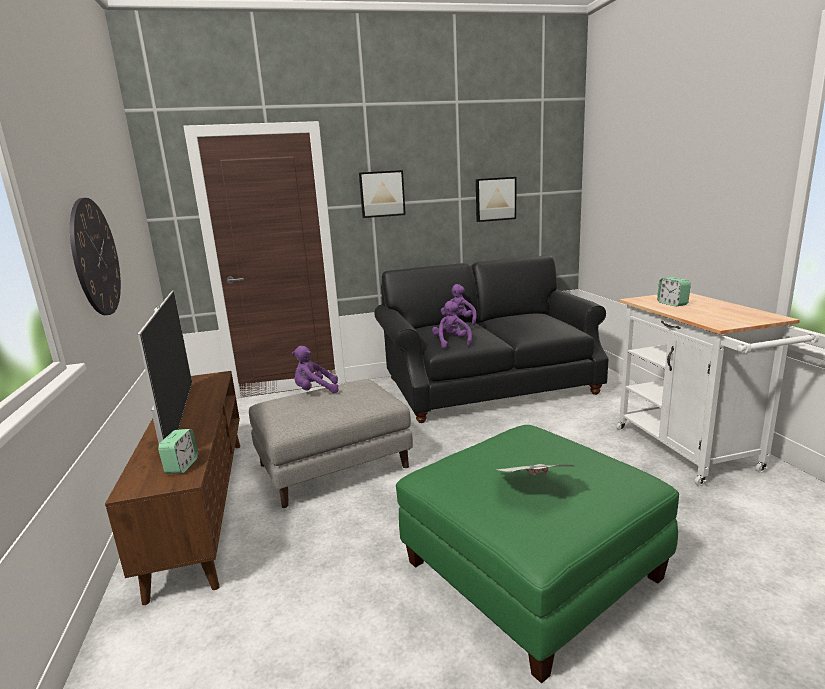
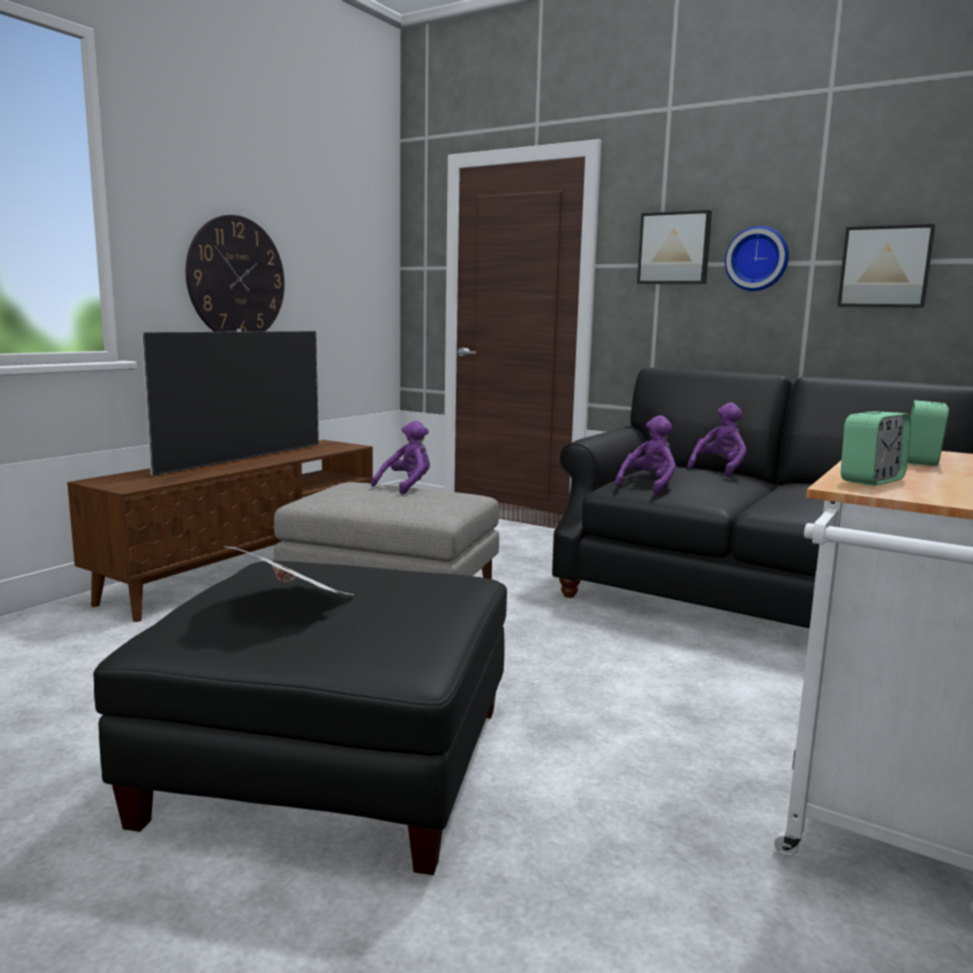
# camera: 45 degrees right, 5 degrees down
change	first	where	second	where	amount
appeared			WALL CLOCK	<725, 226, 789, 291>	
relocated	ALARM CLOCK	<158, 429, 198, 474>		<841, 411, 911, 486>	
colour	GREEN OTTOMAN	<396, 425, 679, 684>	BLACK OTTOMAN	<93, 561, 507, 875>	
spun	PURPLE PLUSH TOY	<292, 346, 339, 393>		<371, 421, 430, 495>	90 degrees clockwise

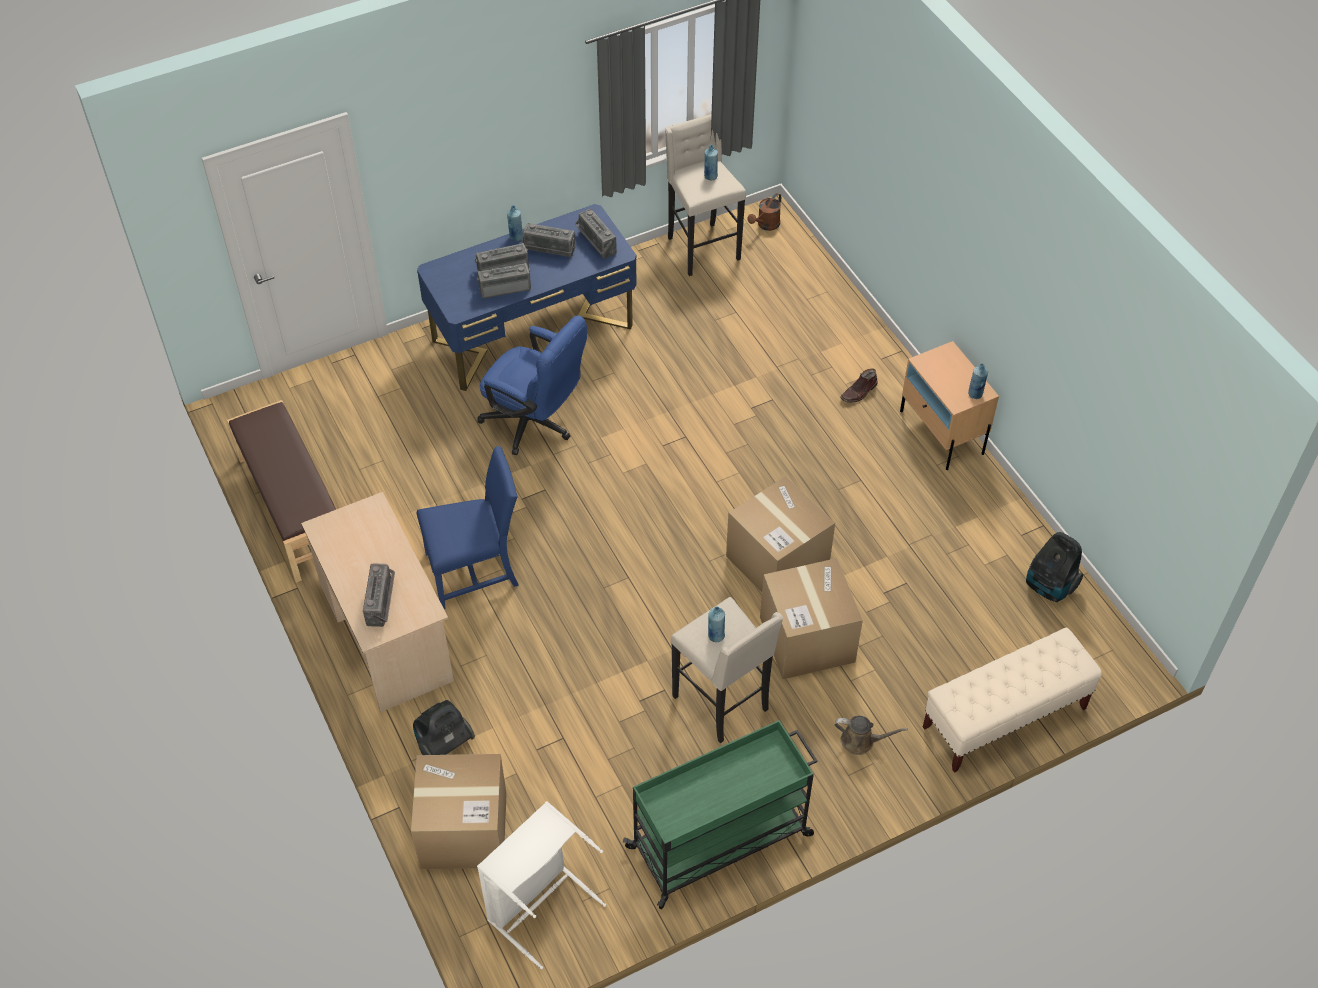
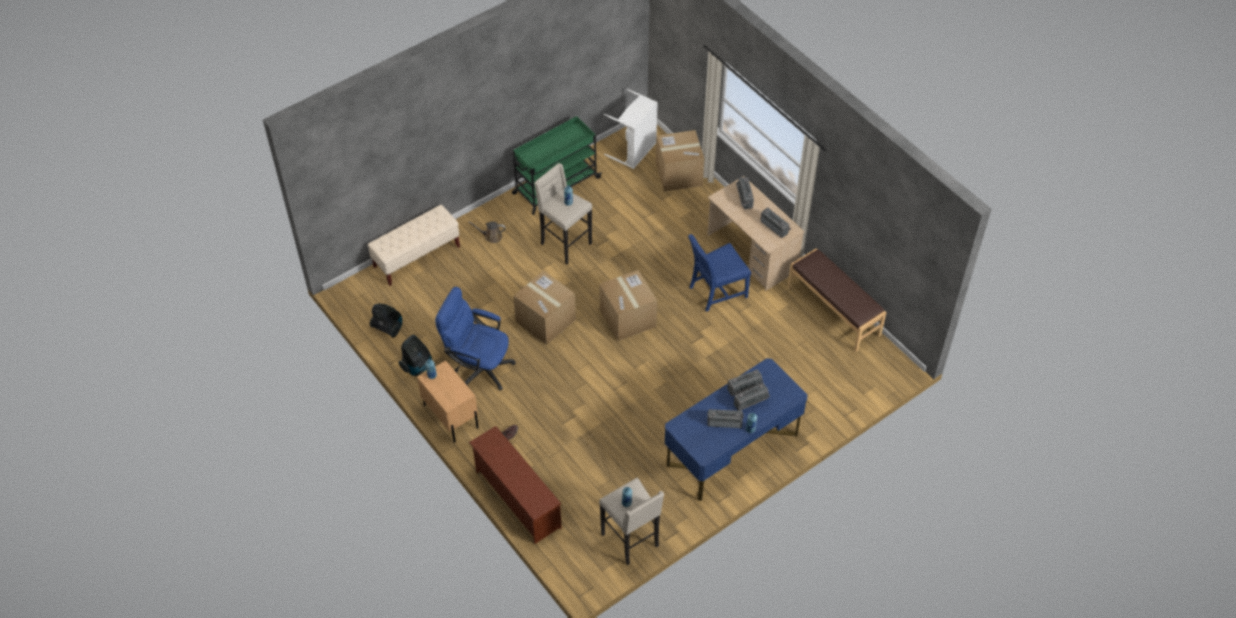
# camera: 170 degrees right, 0 degrees up
change	first	where	second	where	amount
missing	BROWN WATERING CAN	<748, 193, 781, 231>			
appeared			BROWN SHOE RACK	<469, 426, 562, 544>	
relocated	VACUUM CLEANER	<413, 700, 475, 755>		<398, 335, 432, 376>	
relocated	BLUE OFFICE CHAIR	<477, 315, 587, 455>		<435, 287, 516, 390>	
relocated	RADIO	<575, 209, 617, 259>		<760, 208, 791, 238>	
relocated	CARDBOARD BOX	<760, 558, 863, 679>		<599, 270, 657, 341>	

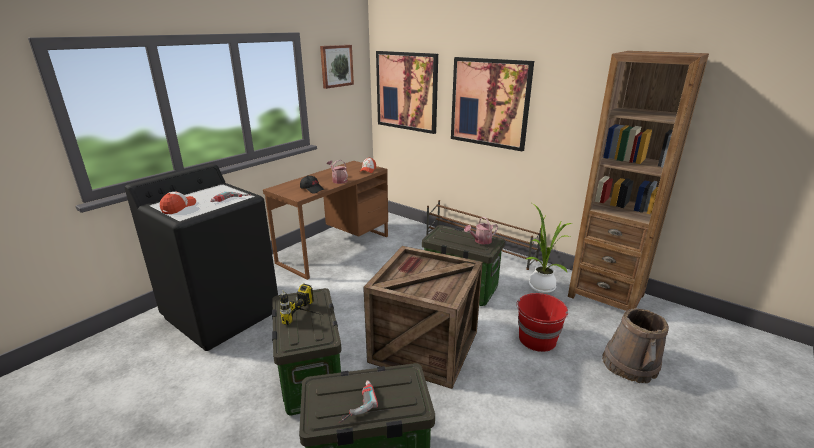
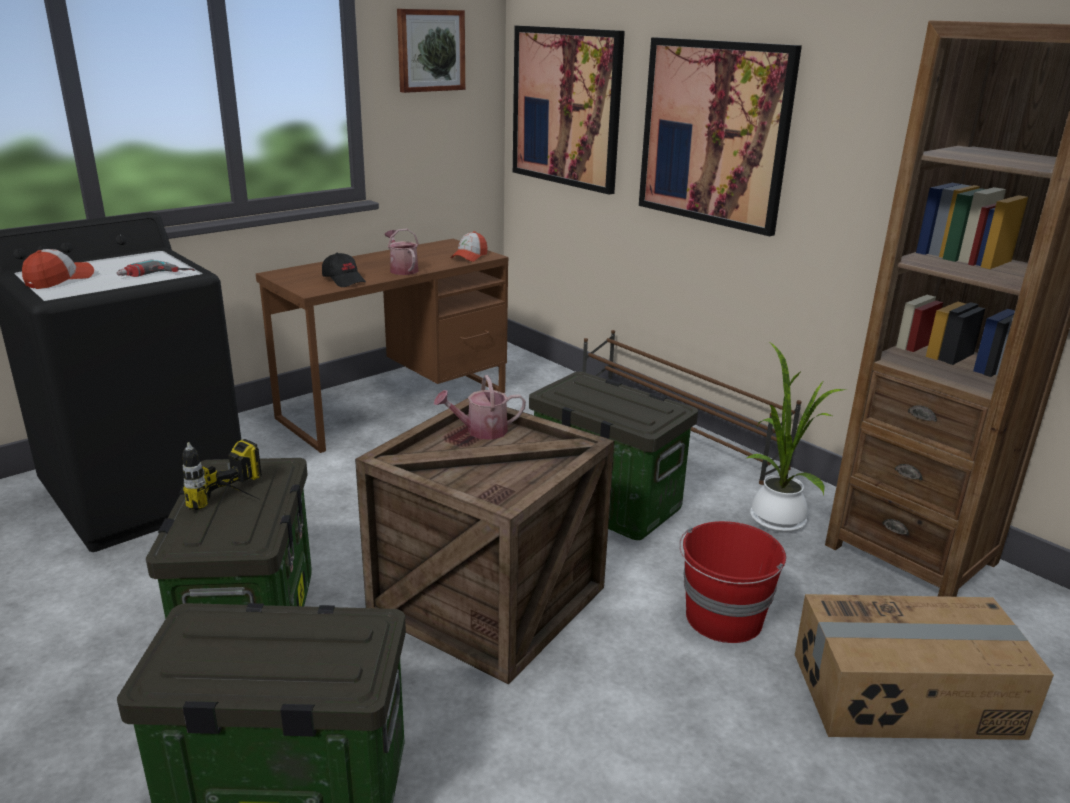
# camera: 10 degrees right, 0 degrees up
change	first	where	second	where	amount
missing	POWER DRILL	<339, 380, 378, 423>			
relocated	WATERING CAN	<464, 217, 498, 245>		<434, 375, 526, 440>	
exchanged	BROWN BUCKET	<602, 308, 669, 383>	CARDBOARD BOX	<795, 594, 1054, 740>	

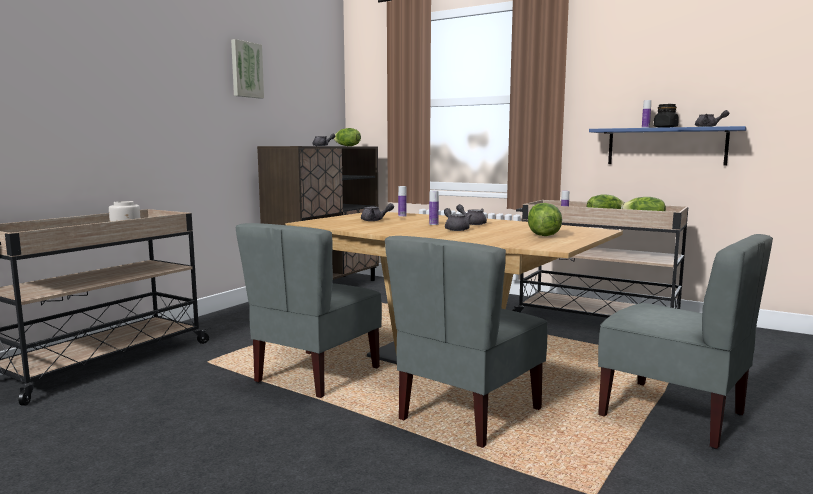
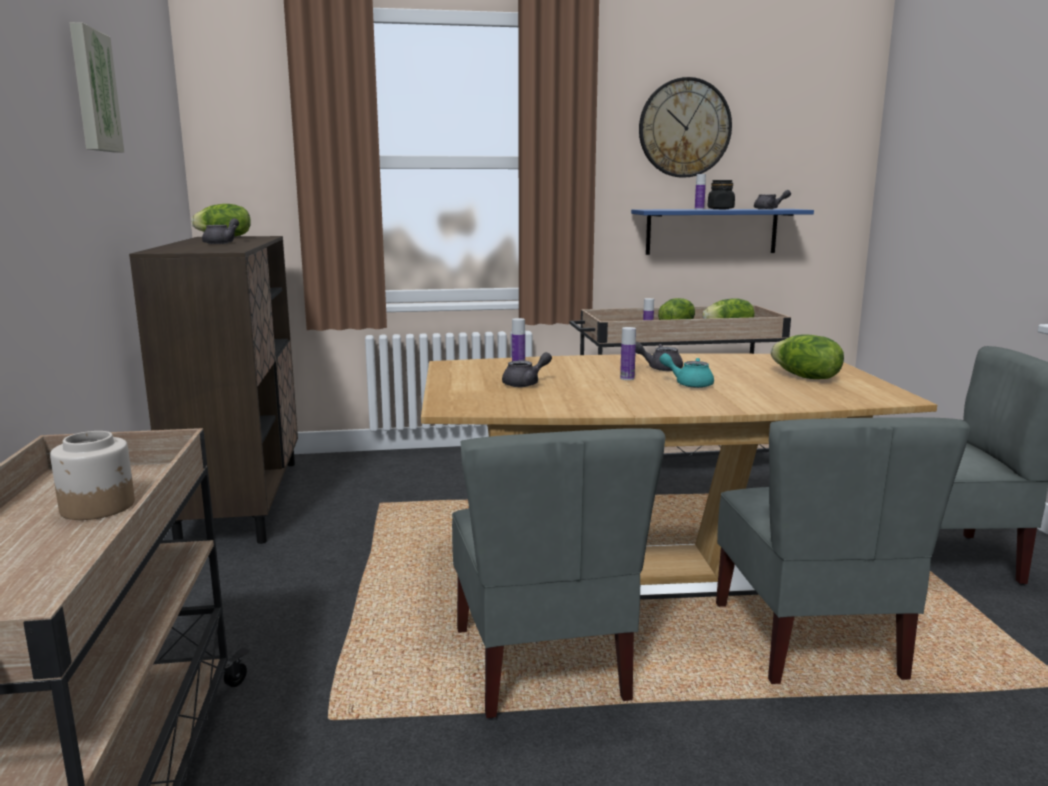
# camera: 40 degrees left, 5 degrees up
change	first	where	second	where	amount
appeared			WALL CLOCK	<639, 77, 732, 178>	
colour	GREY TEAPOT	<444, 208, 471, 231>	TURQUOISE TEAPOT	<659, 353, 714, 388>	

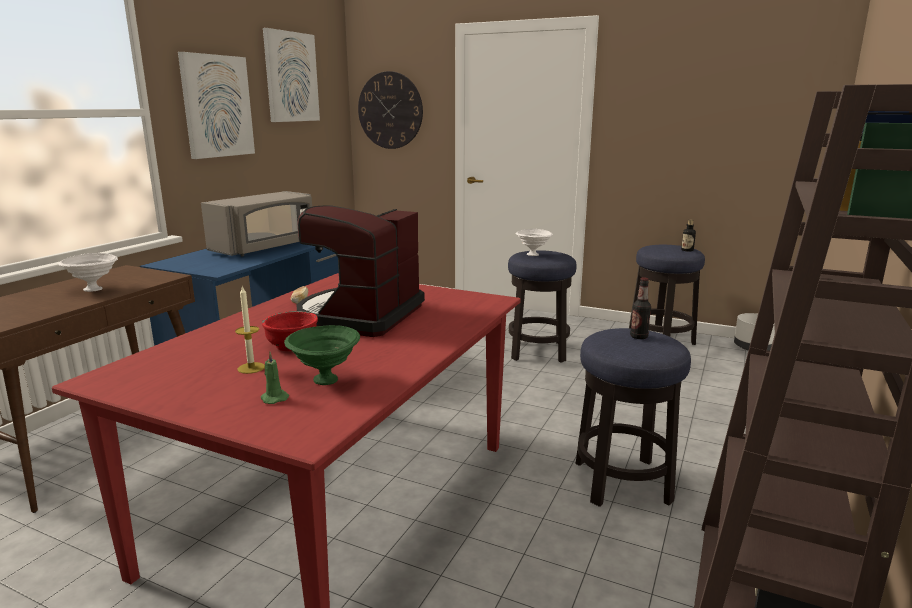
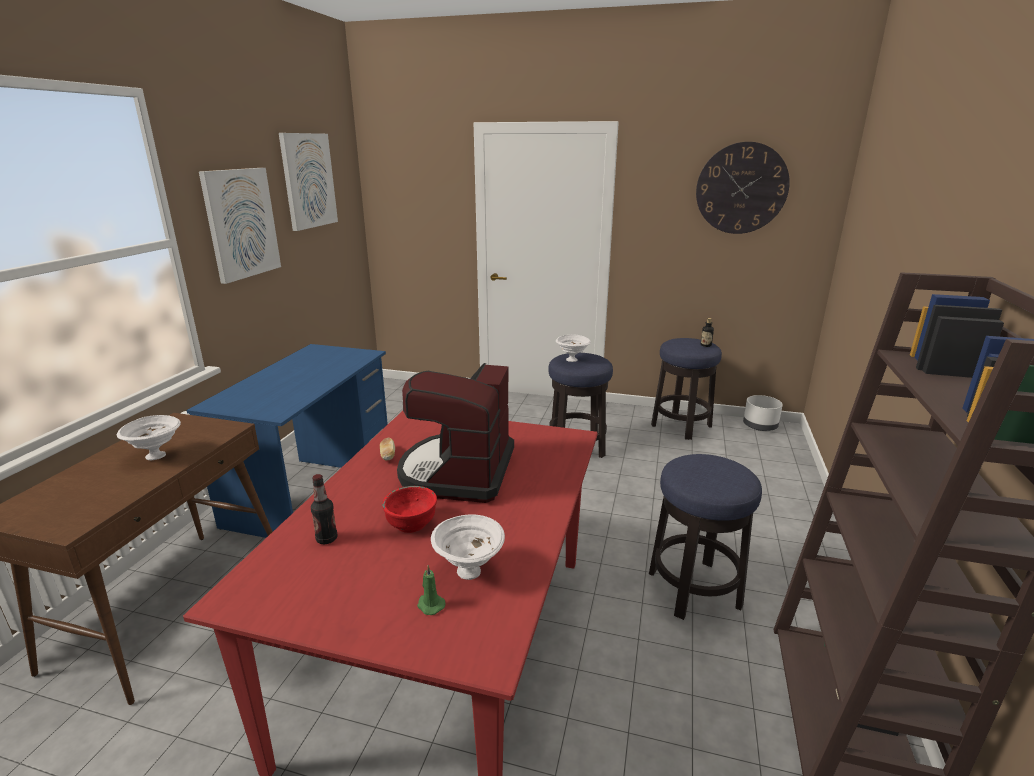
# camera: 10 degrees left, 5 degrees up
change	first	where	second	where	amount
missing	GREY MICROWAVE	<201, 191, 312, 256>			
missing	CANDLE	<235, 286, 265, 374>			
relocated	WALL CLOCK	<358, 71, 423, 149>		<696, 142, 790, 234>	
relocated	BOTTLE	<630, 277, 651, 339>		<311, 474, 338, 544>	
colour	GREEN BOWL	<284, 325, 360, 385>	WHITE BOWL	<431, 514, 505, 580>	

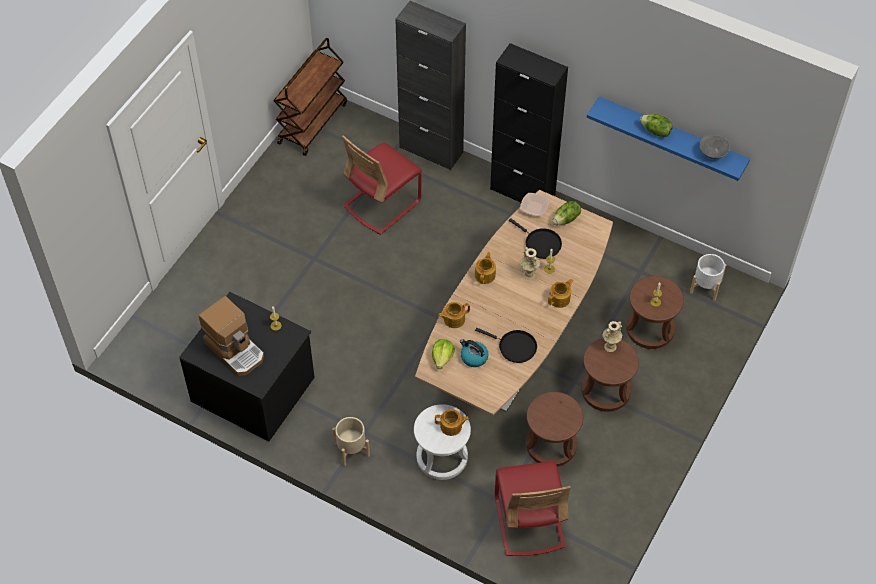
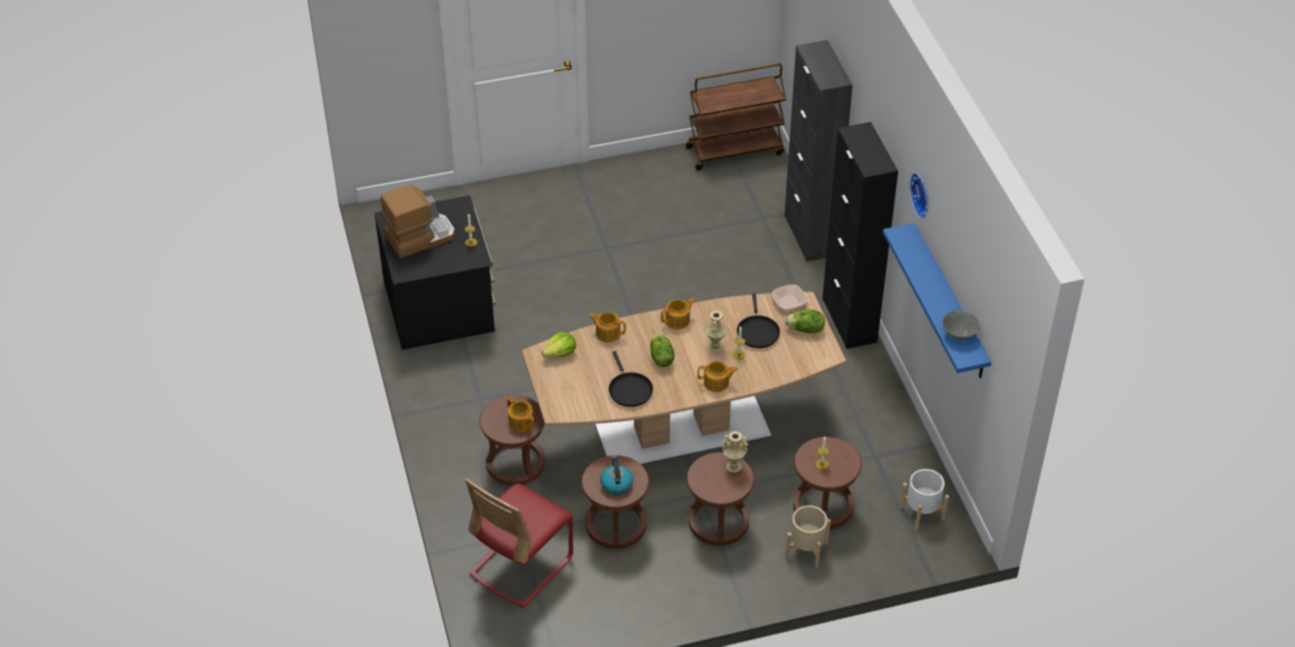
# camera: 45 degrees right, 10 degrees down
change	first	where	second	where	amount
missing	RED CHAIR	<342, 135, 422, 234>			
appeared			WALL CLOCK	<910, 173, 928, 219>	
relocated	BEIGE PLANTER	<332, 417, 370, 466>		<786, 505, 831, 567>	
relocated	KETTLE	<460, 339, 488, 367>		<600, 456, 633, 495>	
relocated	LETTUCE	<640, 114, 672, 137>		<650, 333, 675, 367>	
colour	WHITE STOOL	<414, 404, 471, 480>	BROWN STOOL	<480, 395, 545, 486>	
spun	COFFEE MACHINE	<199, 296, 264, 376>		<381, 184, 455, 258>	120 degrees counterclockwise

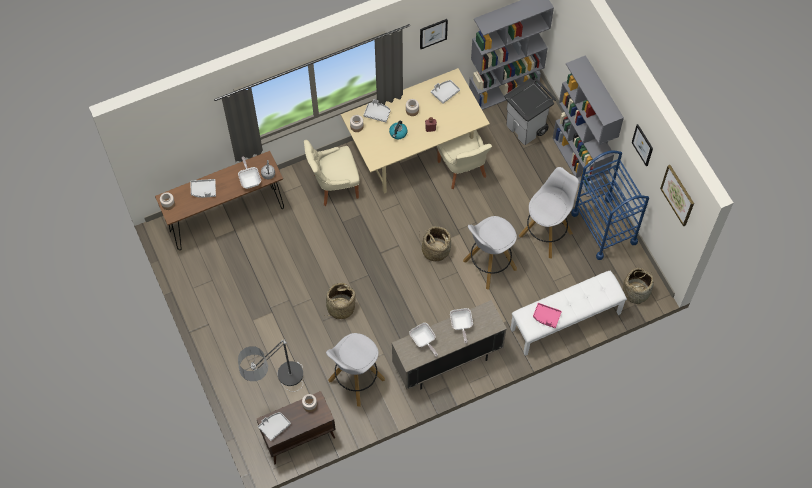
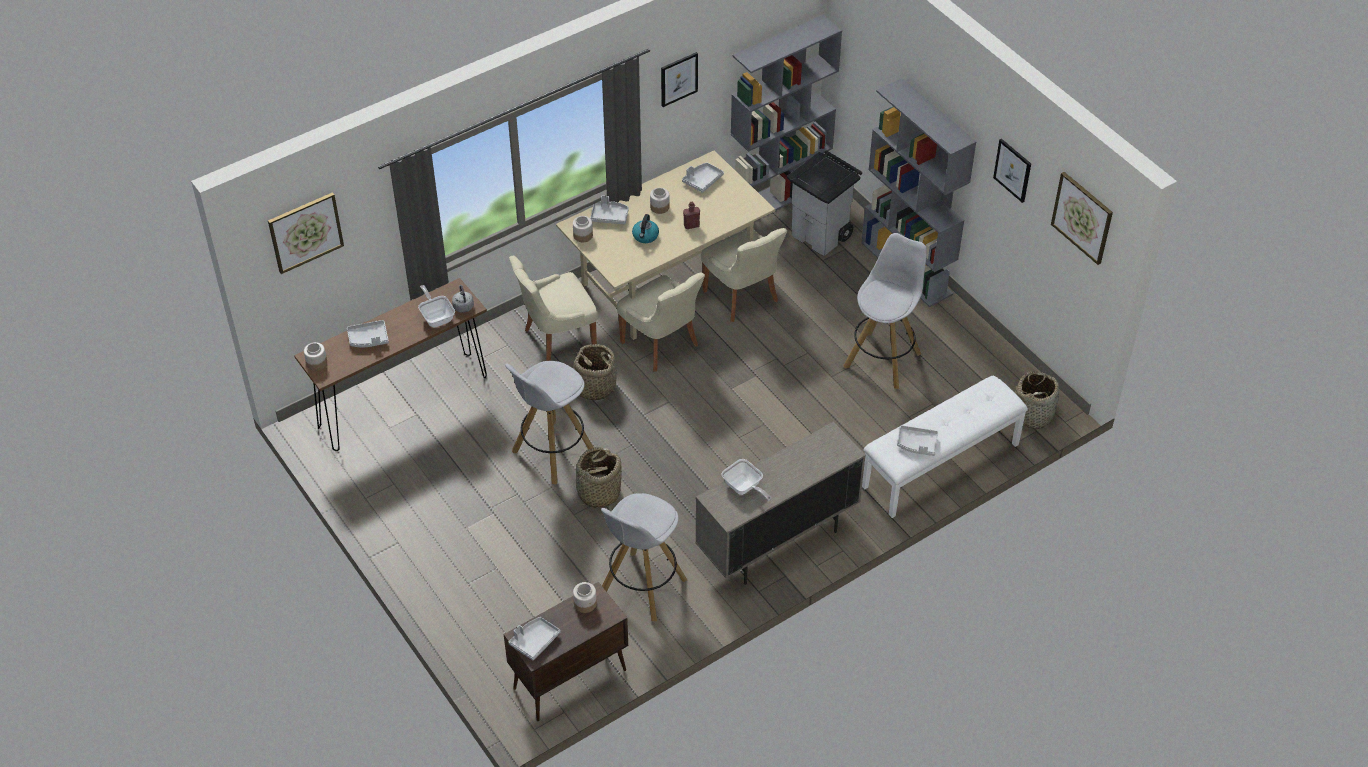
# camera: 10 degrees left, 15 degrees down
change	first	where	second	where	amount
missing	FLOOR LAMP	<238, 339, 303, 392>			
missing	FRYING PAN	<450, 308, 473, 344>			
missing	BLUE CART	<571, 150, 649, 260>			
appeared			PICTURE	<268, 192, 344, 274>	
appeared			BEIGE CHAIR	<617, 273, 705, 372>	
relocated	BASKET	<419, 226, 451, 261>		<573, 344, 619, 401>	
relocated	WHITE STOOL	<463, 216, 517, 290>		<505, 361, 594, 485>	
colour	PINK TRAY	<533, 303, 562, 328>	GREY TRAY	<897, 425, 939, 456>	

